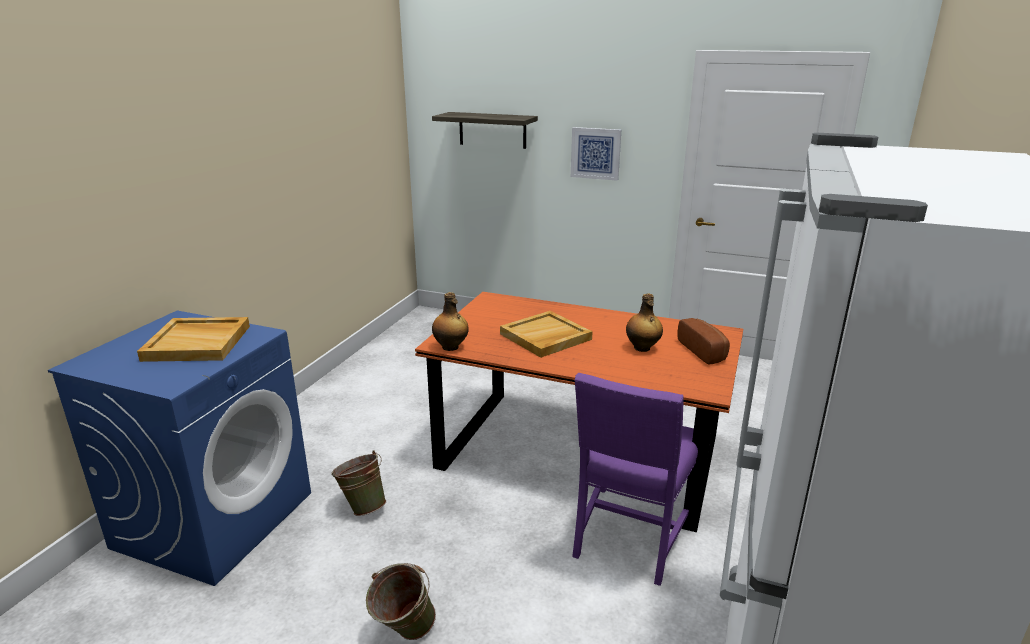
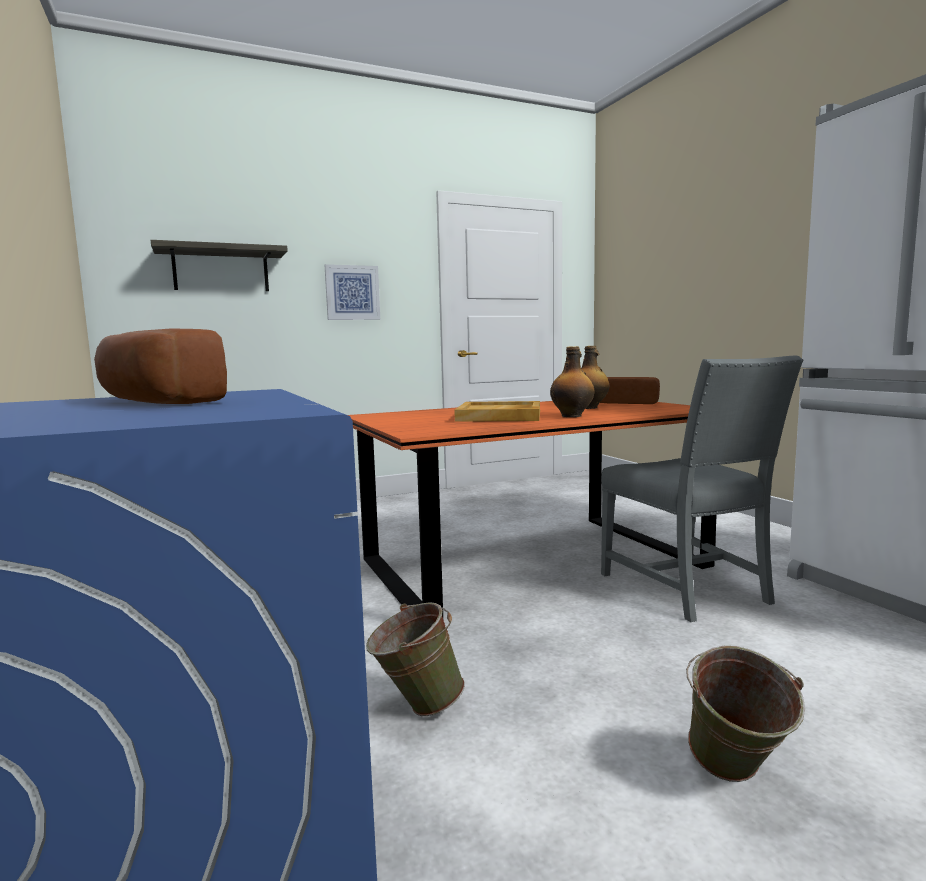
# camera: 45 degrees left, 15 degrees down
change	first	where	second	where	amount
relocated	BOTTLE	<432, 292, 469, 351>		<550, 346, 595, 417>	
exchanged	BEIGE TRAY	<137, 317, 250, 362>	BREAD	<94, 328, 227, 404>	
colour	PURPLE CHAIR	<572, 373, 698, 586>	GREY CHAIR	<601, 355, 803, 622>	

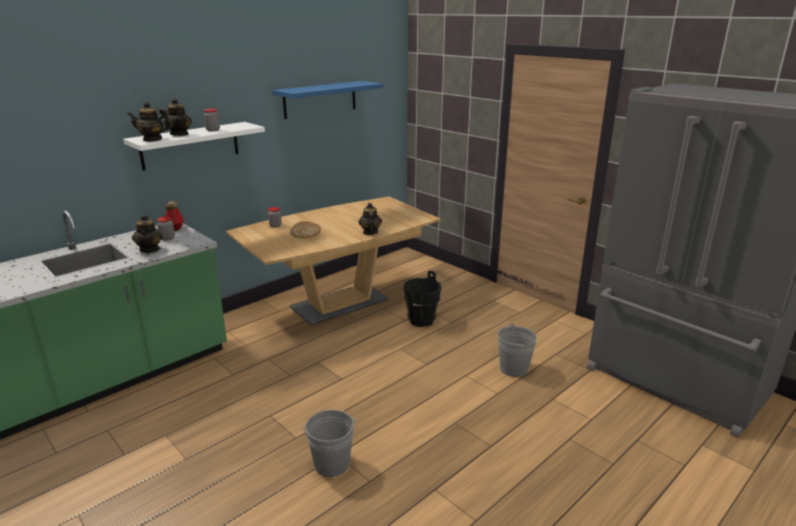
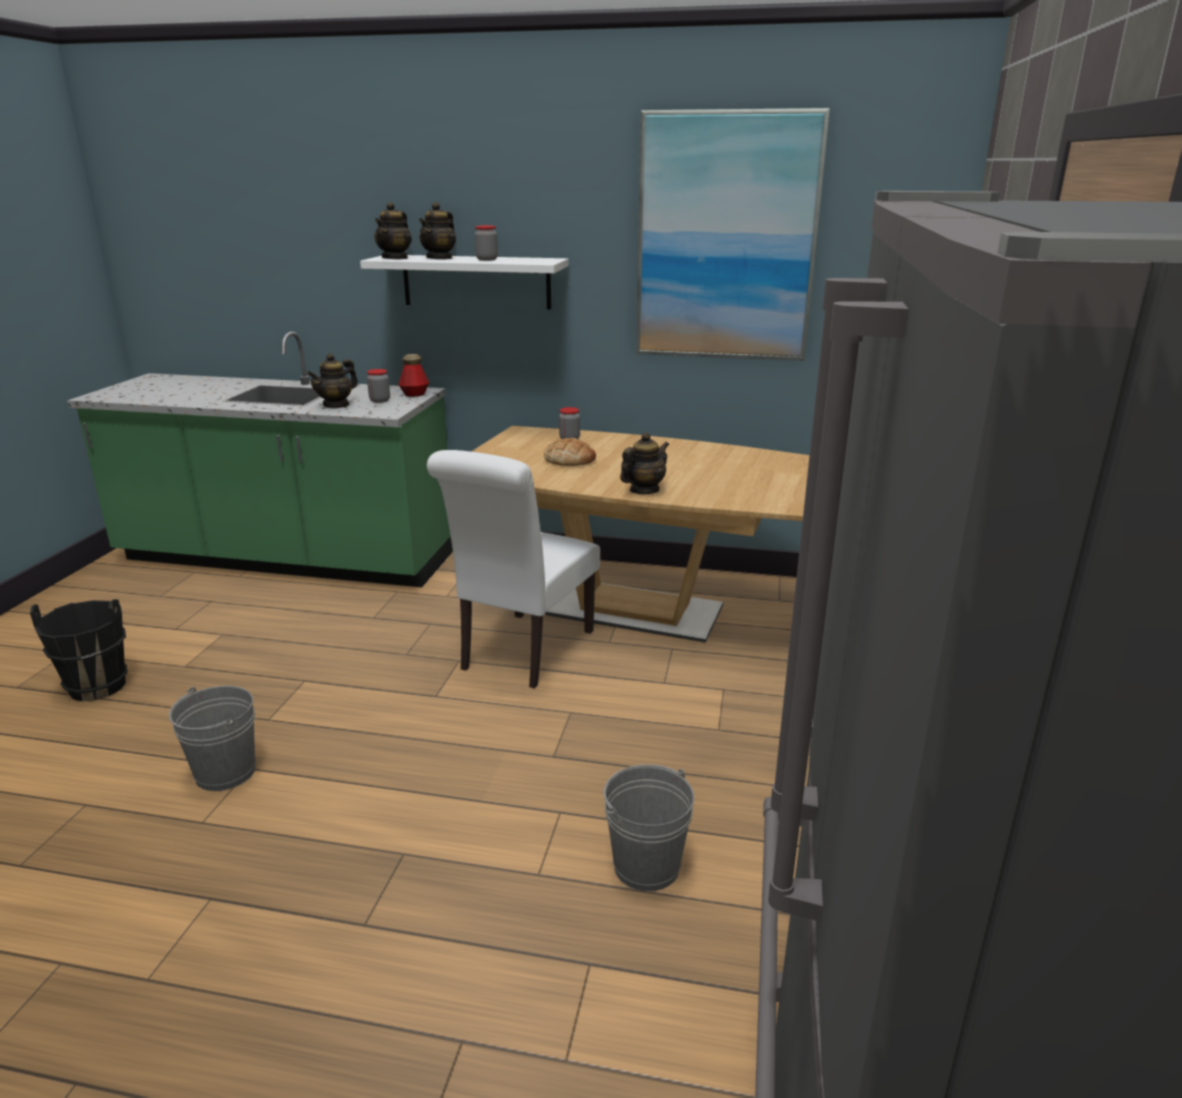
# camera: 55 degrees right, 0 degrees up
change	first	where	second	where	amount
appeared			WHITE CHAIR	<427, 450, 600, 689>	
relocated	BLACK BUCKET	<403, 271, 442, 327>		<30, 599, 128, 701>	
exchanged	BLUE SHELF	<273, 81, 383, 119>	PICTURE	<636, 108, 830, 361>	
spun	TEAPOT	<128, 102, 172, 142>		<374, 202, 412, 259>	120 degrees counterclockwise

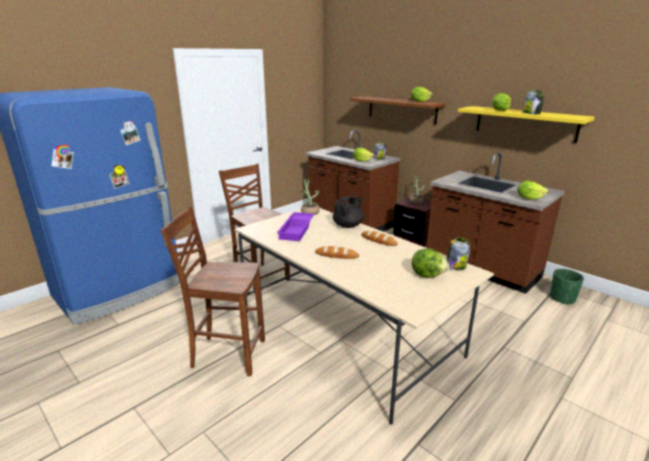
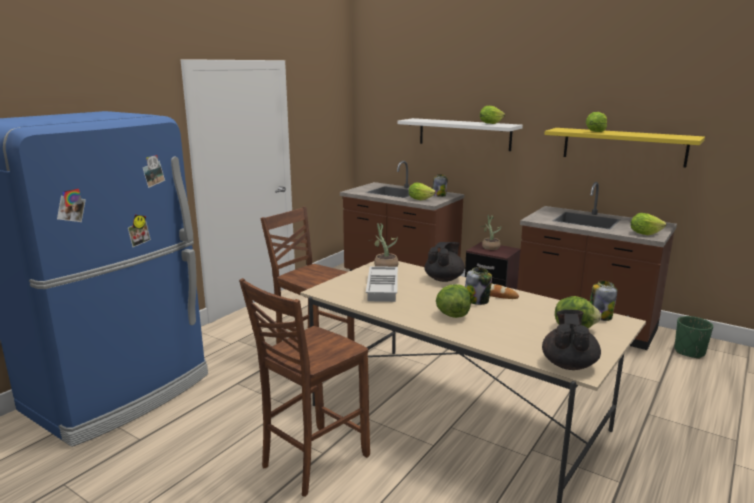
# camera: 10 degrees left, 5 degrees down
change	first	where	second	where	amount
appeared			BLACK TEAPOT	<542, 310, 601, 370>	
relocated	JAR	<522, 90, 545, 114>		<465, 268, 492, 305>	
exchanged	BREAD	<315, 246, 359, 259>	LETTUCE	<436, 284, 471, 318>	
colour	PURPLE TRAY	<277, 212, 314, 241>	WHITE TRAY	<366, 266, 398, 302>	
colour	BROWN SHELF	<350, 96, 446, 125>	WHITE SHELF	<397, 118, 523, 151>	
spun	BROWN CHAIR	<161, 206, 265, 376>		<239, 278, 370, 497>	45 degrees counterclockwise

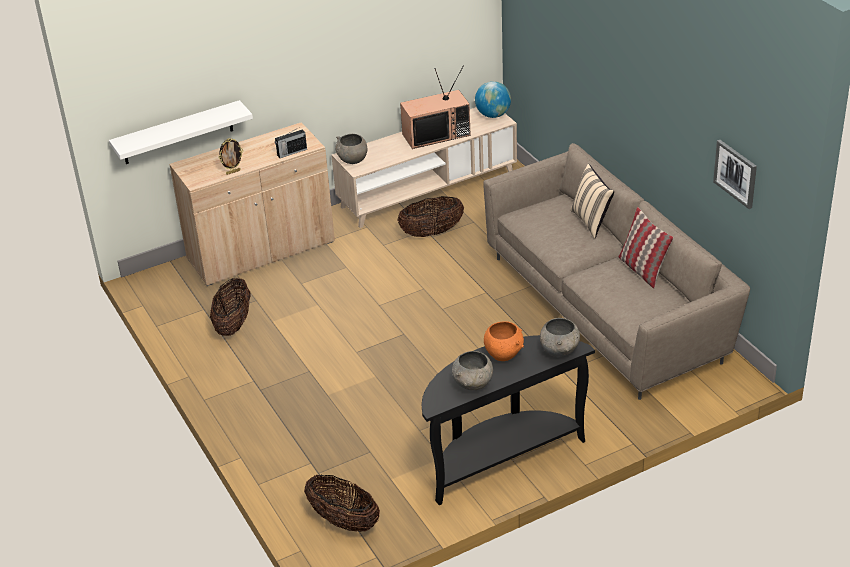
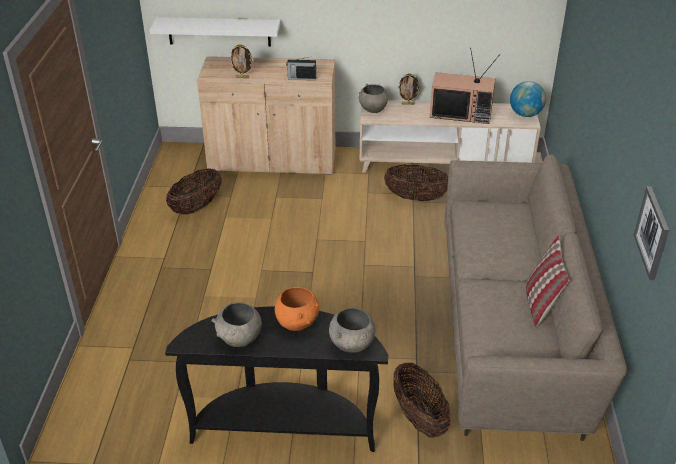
# camera: 30 degrees right, 0 degrees up
change	first	where	second	where	amount
missing	BEIGE PILLOW	<570, 164, 614, 239>			
appeared			PICTURE FRAME	<397, 73, 420, 105>	
relocated	BASKET	<304, 474, 380, 532>		<393, 362, 450, 438>	

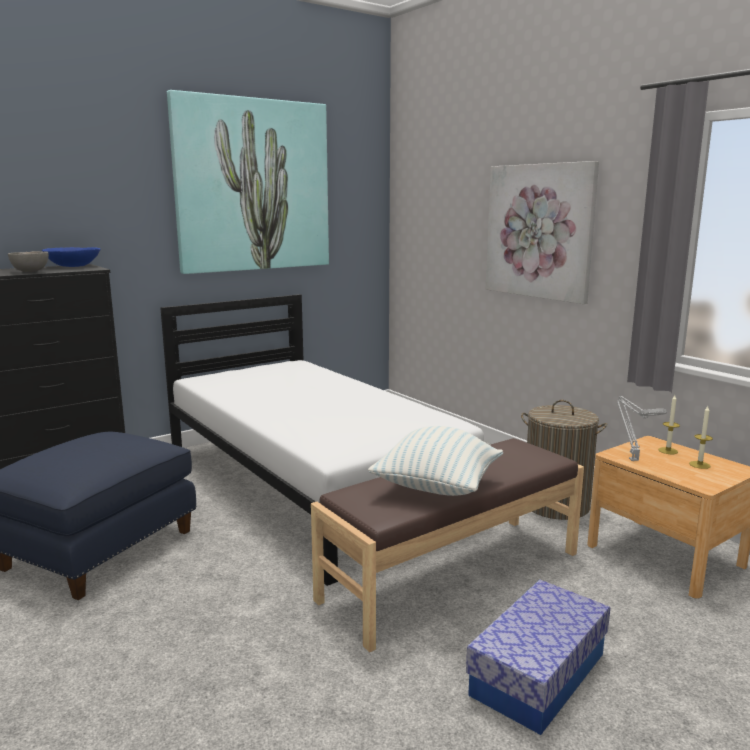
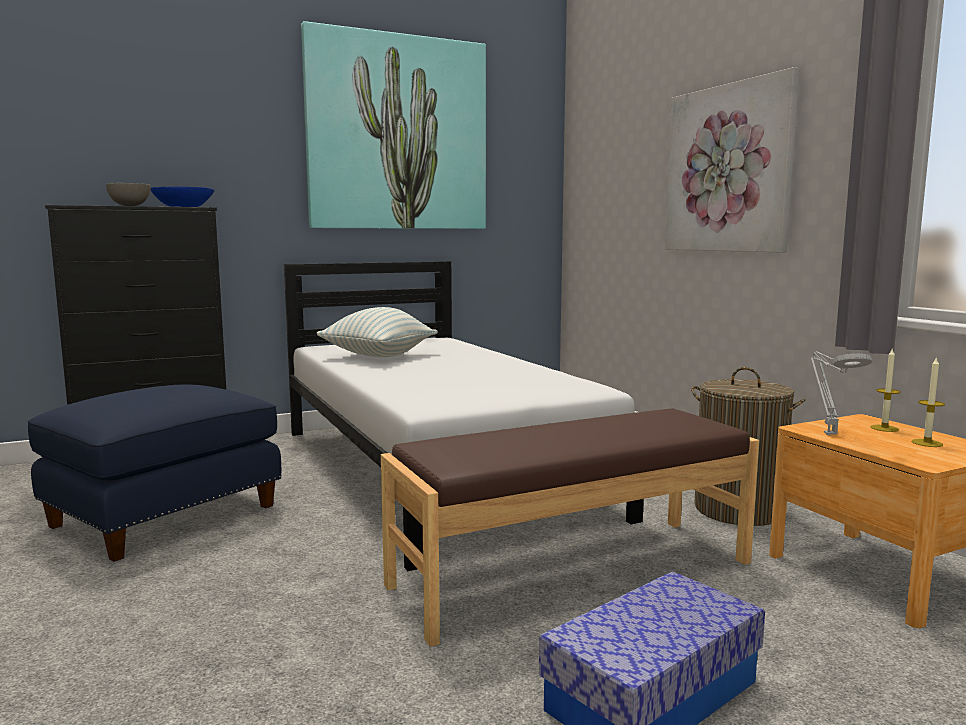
# camera: 10 degrees right, 5 degrees down
change	first	where	second	where	amount
relocated	PILLOW	<368, 426, 503, 496>		<316, 307, 438, 357>	

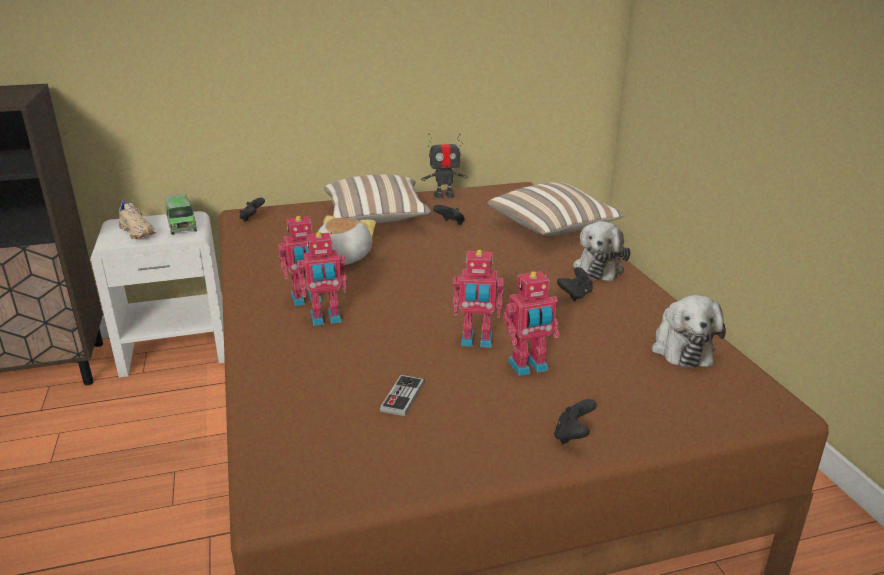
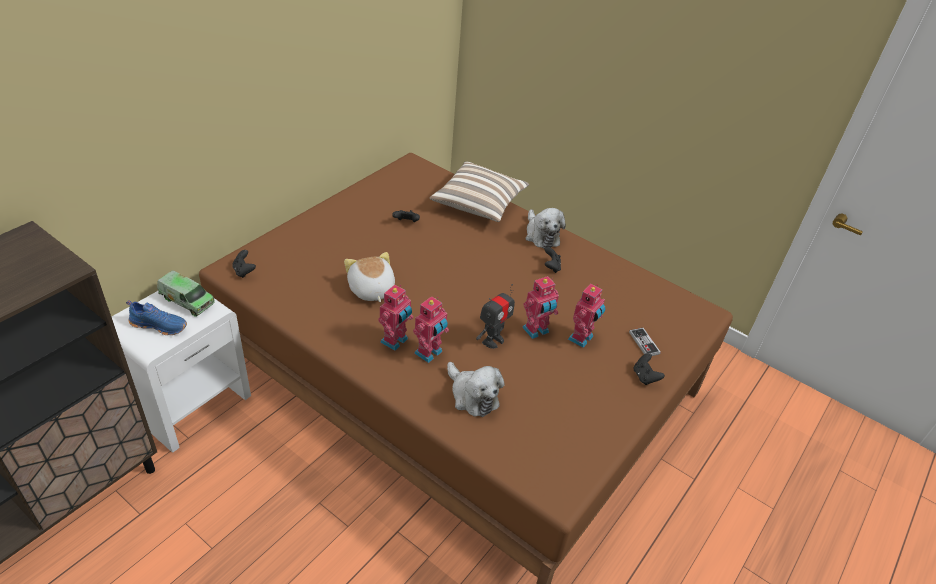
# camera: 40 degrees left, 15 degrees up
change	first	where	second	where	amount
missing	PILLOW	<324, 174, 431, 223>			
relocated	GAME CONTROLLER	<380, 375, 424, 416>		<629, 328, 661, 356>	
relocated	TOY ROBOT	<421, 133, 467, 199>		<476, 284, 515, 349>	
relocated	PLUSH TOY	<651, 295, 726, 367>		<447, 362, 504, 417>	
colour	BEIGE SHOE	<119, 200, 156, 239>	BLUE SHOE	<126, 300, 187, 335>	

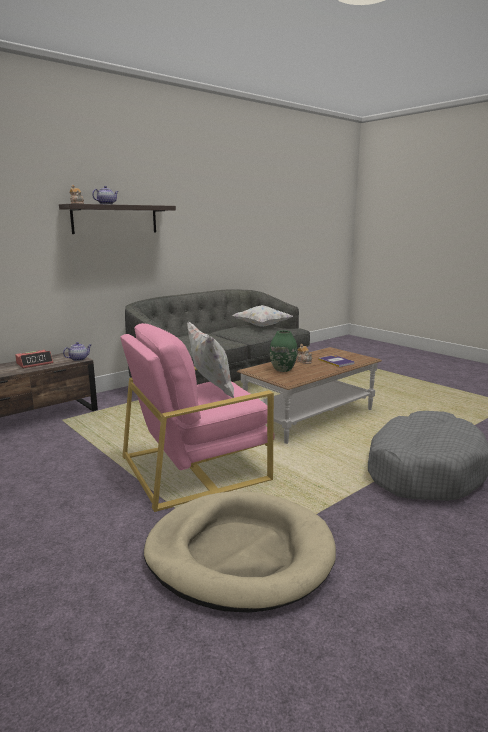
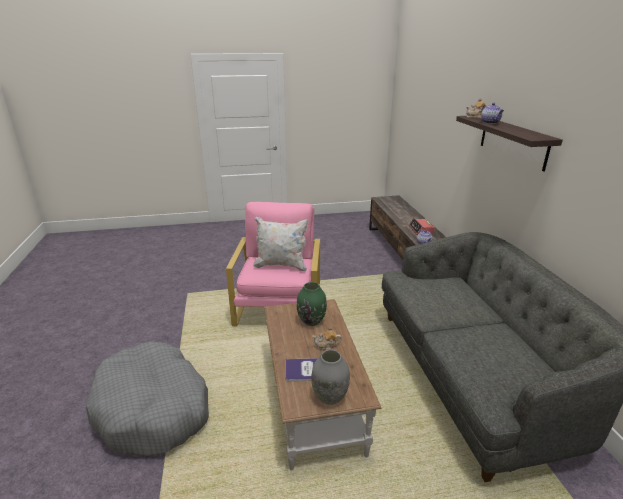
# camera: 120 degrees right, 10 degrees up
change	first	where	second	where	amount
missing	BEIGE DOG BED	<144, 491, 336, 613>			
missing	WHITE PILLOW	<232, 305, 293, 327>			
appeared			GREY VASE	<311, 349, 350, 405>	

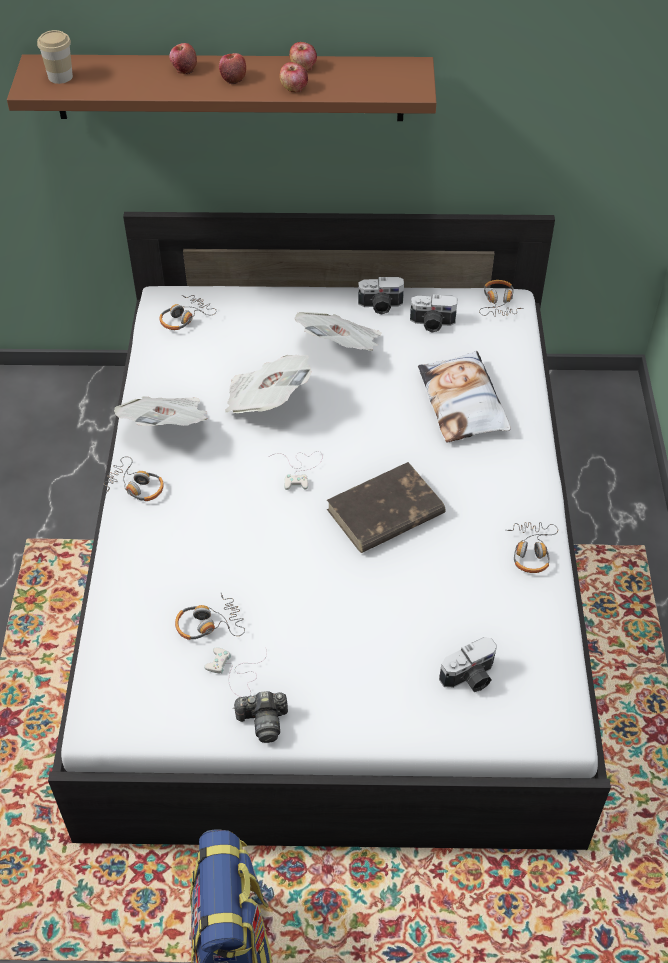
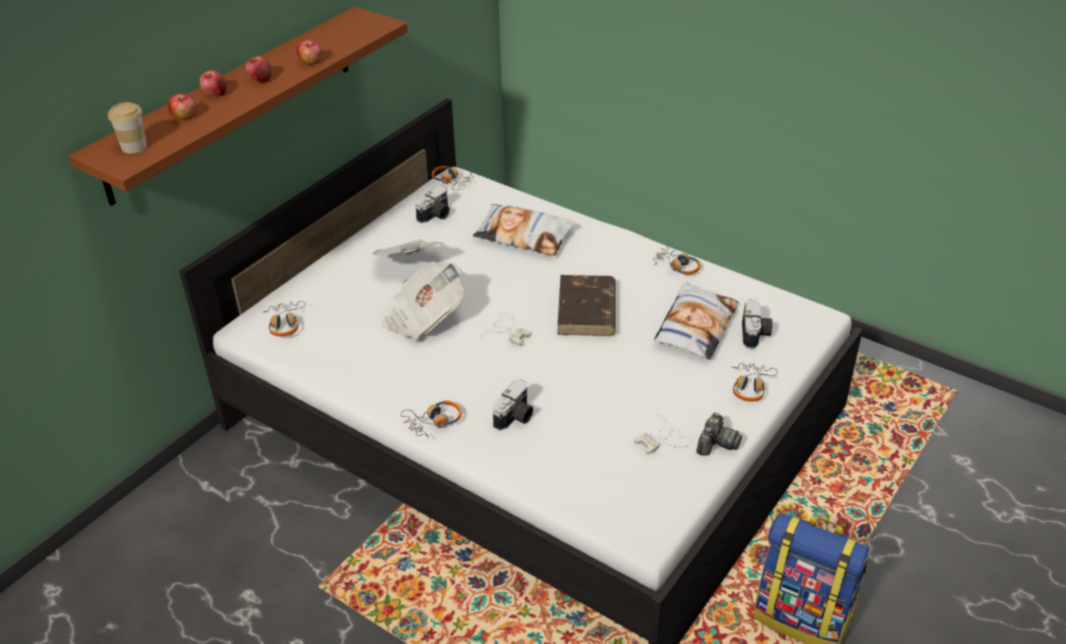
# camera: 55 degrees left, 10 degrees down
change	first	where	second	where	amount
missing	NEWSPAPER	<114, 396, 207, 426>			
appeared			PILLOW	<654, 282, 738, 360>	
relocated	HEADPHONES	<175, 593, 245, 640>		<733, 363, 778, 402>	
relocated	APPLE	<289, 42, 317, 71>		<168, 94, 195, 121>	
relocated	PHOTO CAMERA	<358, 277, 404, 314>		<493, 379, 534, 431>	

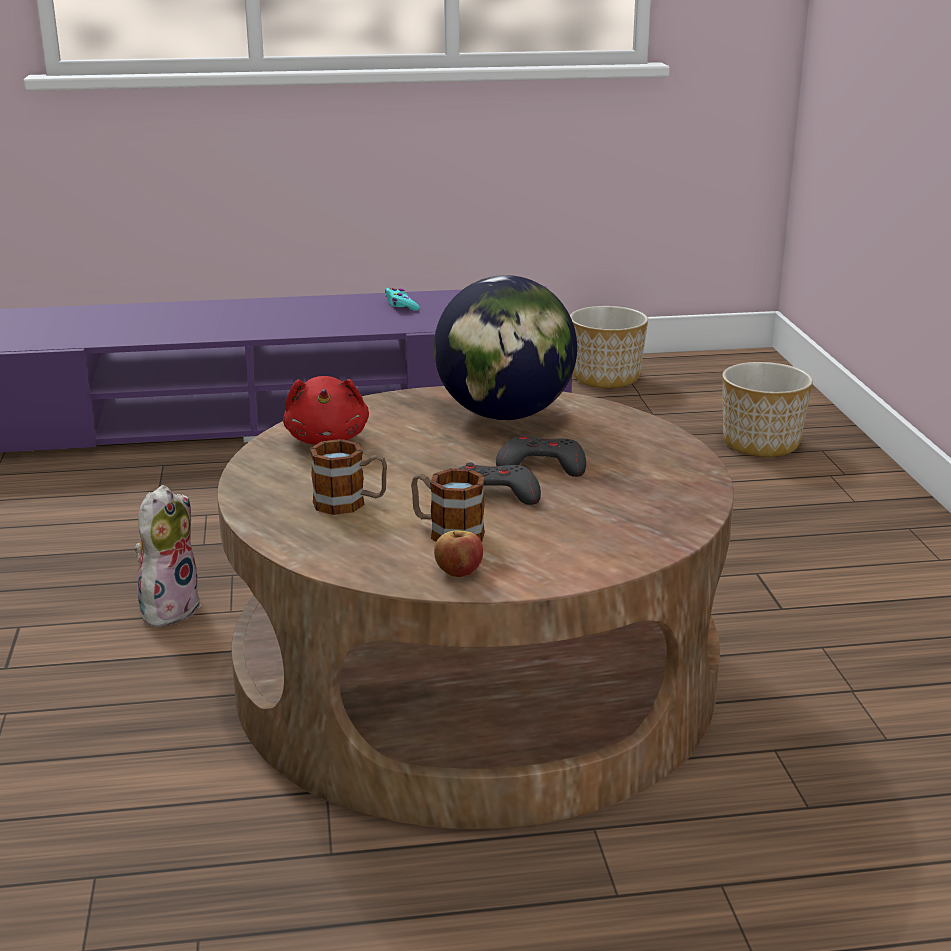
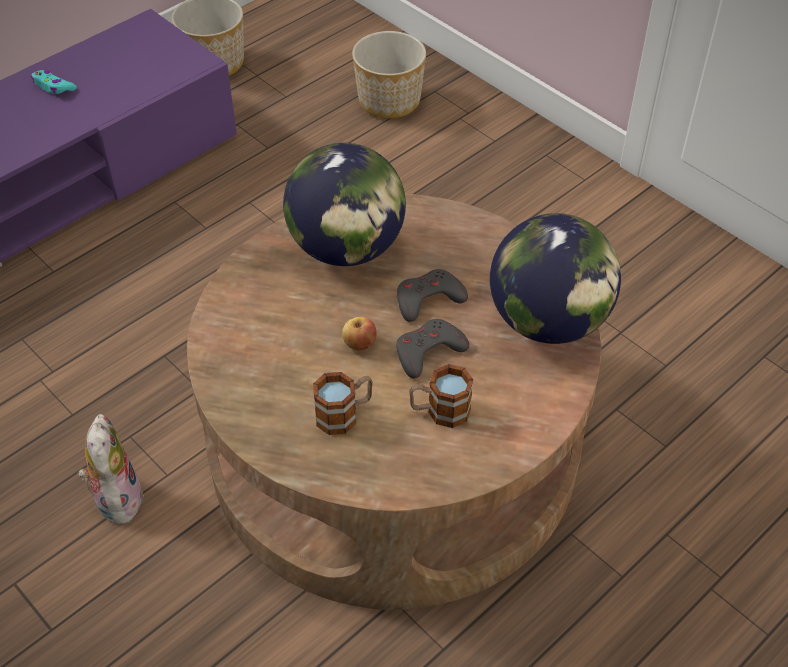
# camera: 35 degrees left, 25 degrees up
change	first	where	second	where	amount
missing	RED PLUSH TOY	<283, 376, 369, 445>			
appeared			GLOBE	<490, 213, 621, 344>	
relocated	APPLE	<434, 530, 483, 577>		<342, 317, 376, 350>	

